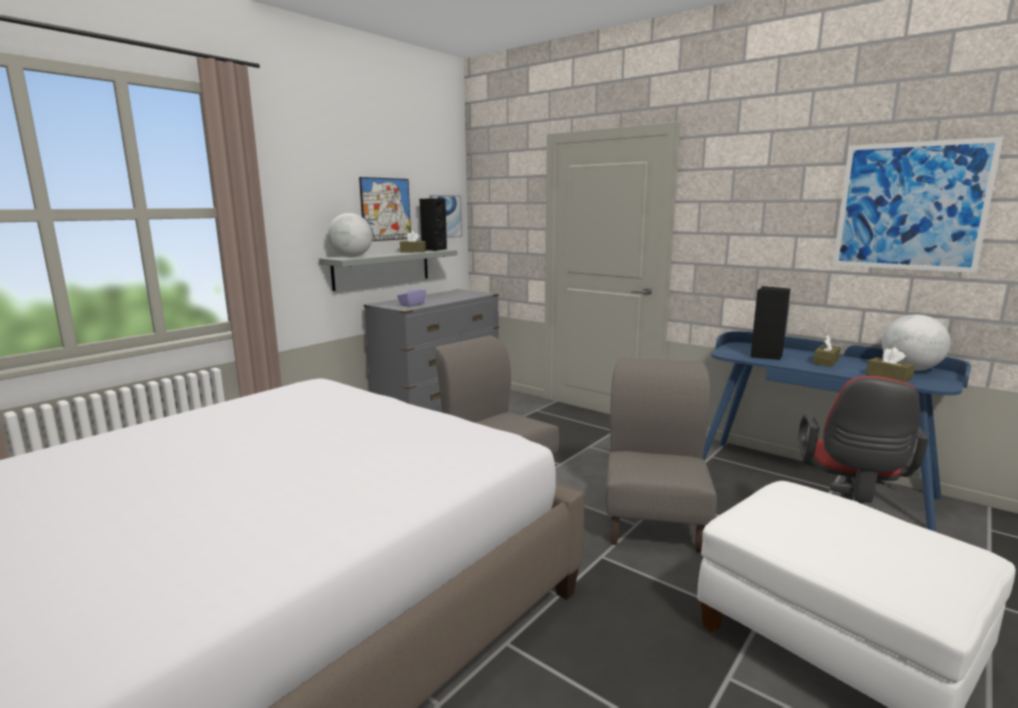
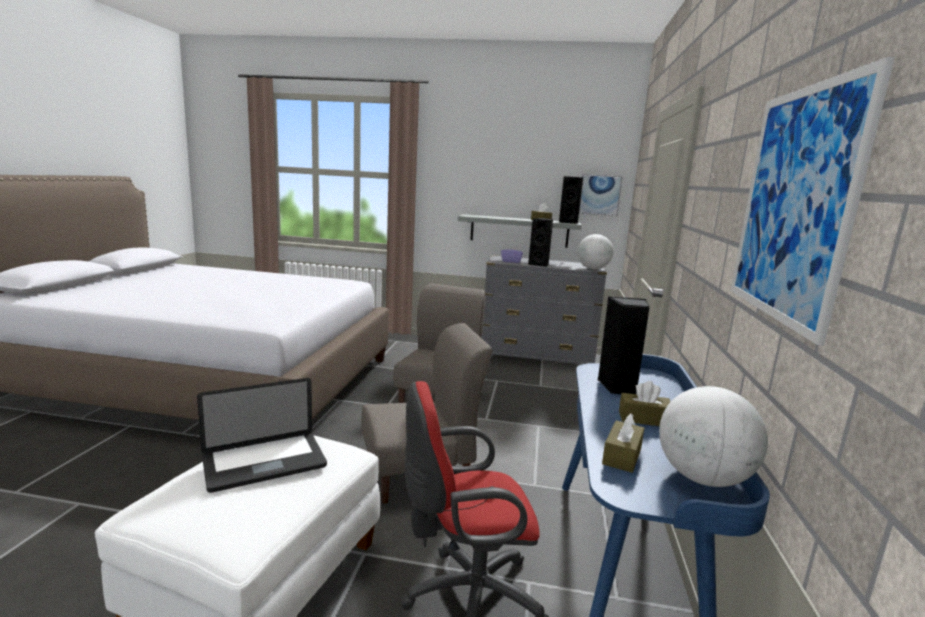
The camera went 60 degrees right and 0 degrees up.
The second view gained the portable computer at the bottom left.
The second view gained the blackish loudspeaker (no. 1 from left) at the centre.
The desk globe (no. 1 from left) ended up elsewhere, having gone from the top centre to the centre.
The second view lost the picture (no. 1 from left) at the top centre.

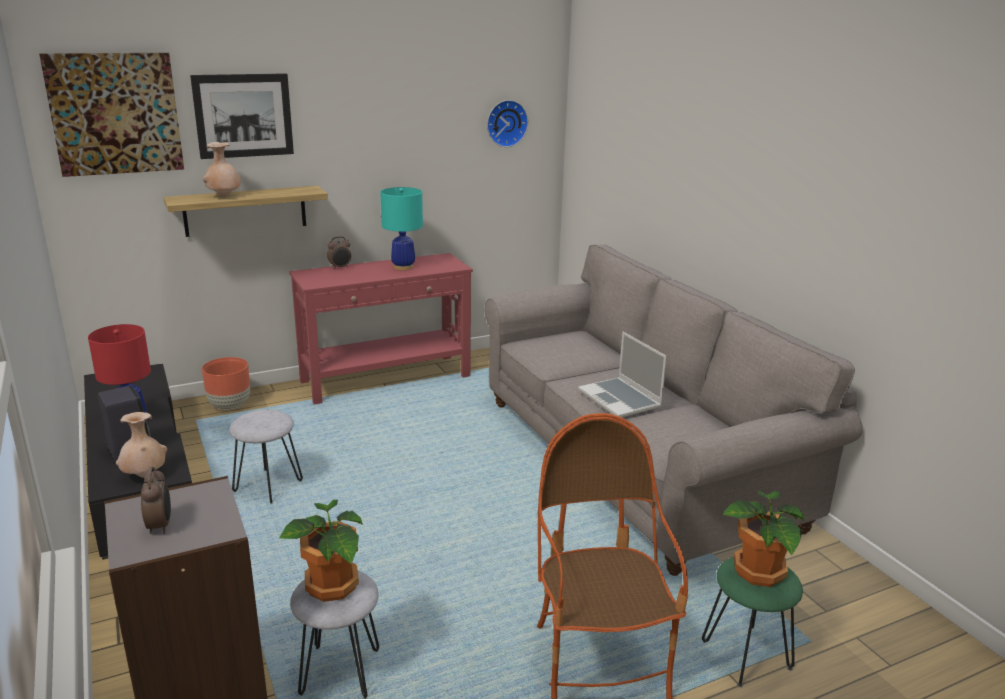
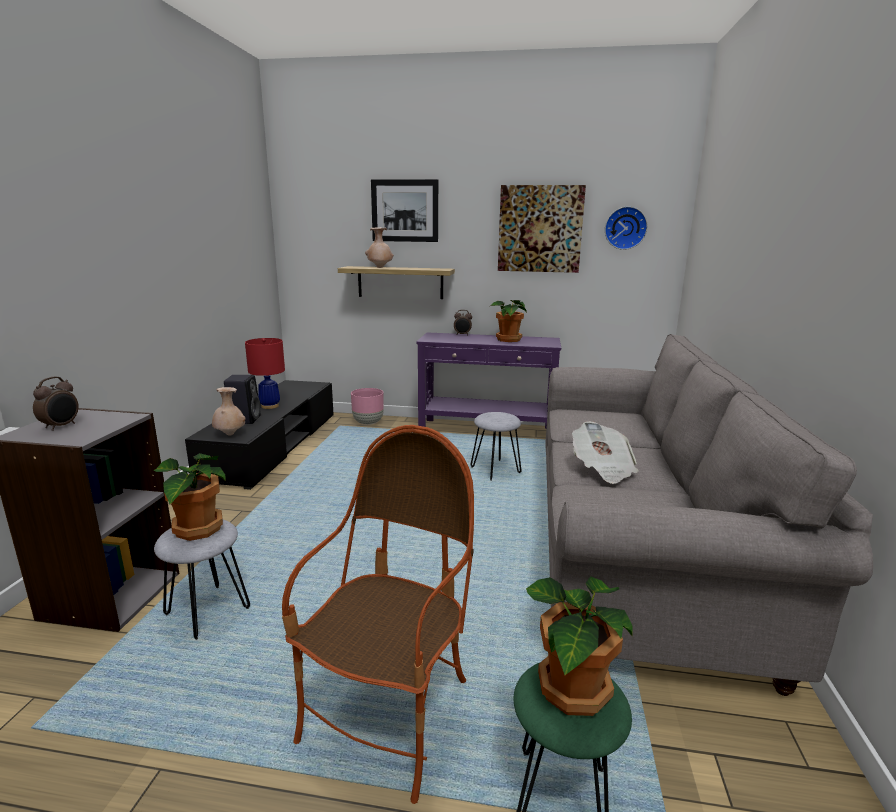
The camera went 35 degrees right and 5 degrees down.
What was the brown planter at the middle left turned into the pink-coloured planter at the centre.
What was the red hall table at the centre turned into the purple-coloured hall table at the centre.
The grey stool seat (no. 1 from left in the first image) ended up elsewhere, having gone from the middle left to the centre.
Where the turquoise-coloured table lamp stood at the top centre, the plant in a pot (no. 2 from left) came to stand at the centre.
The picture (no. 1 from left in the first image) ended up elsewhere, having gone from the top left to the top centre.
Where the portable computer stood at the centre, the newspaper came to stand at the middle right.

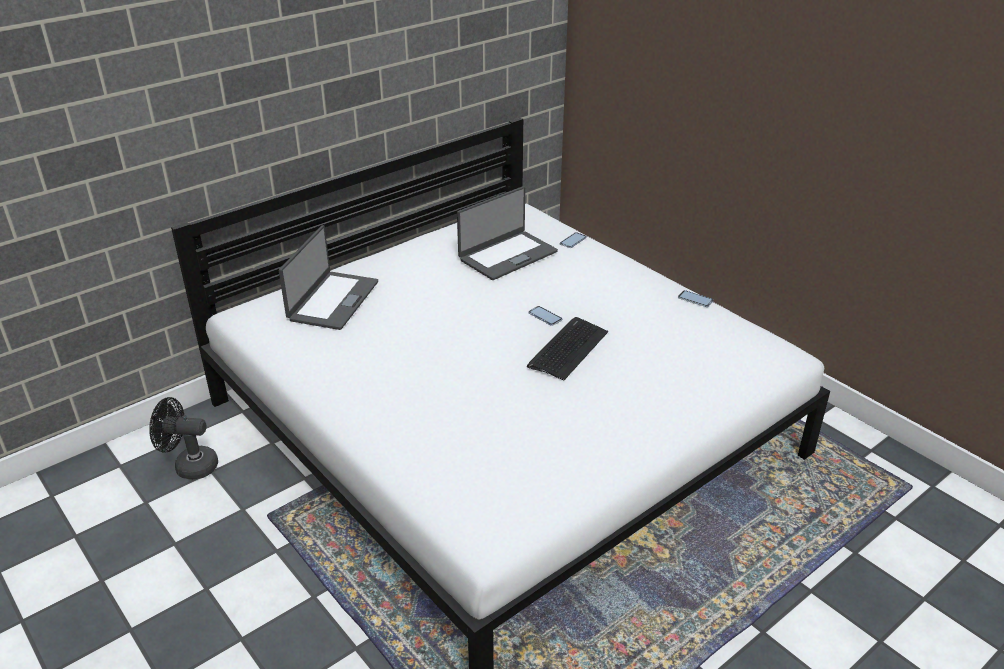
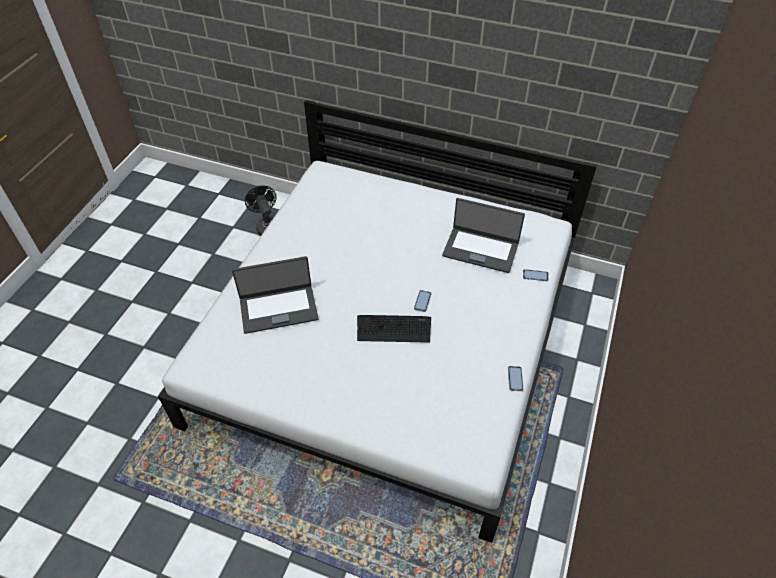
The camera went 60 degrees right and 15 degrees up.
The portable computer (no. 1 from left) ended up elsewhere, having gone from the middle left to the centre.

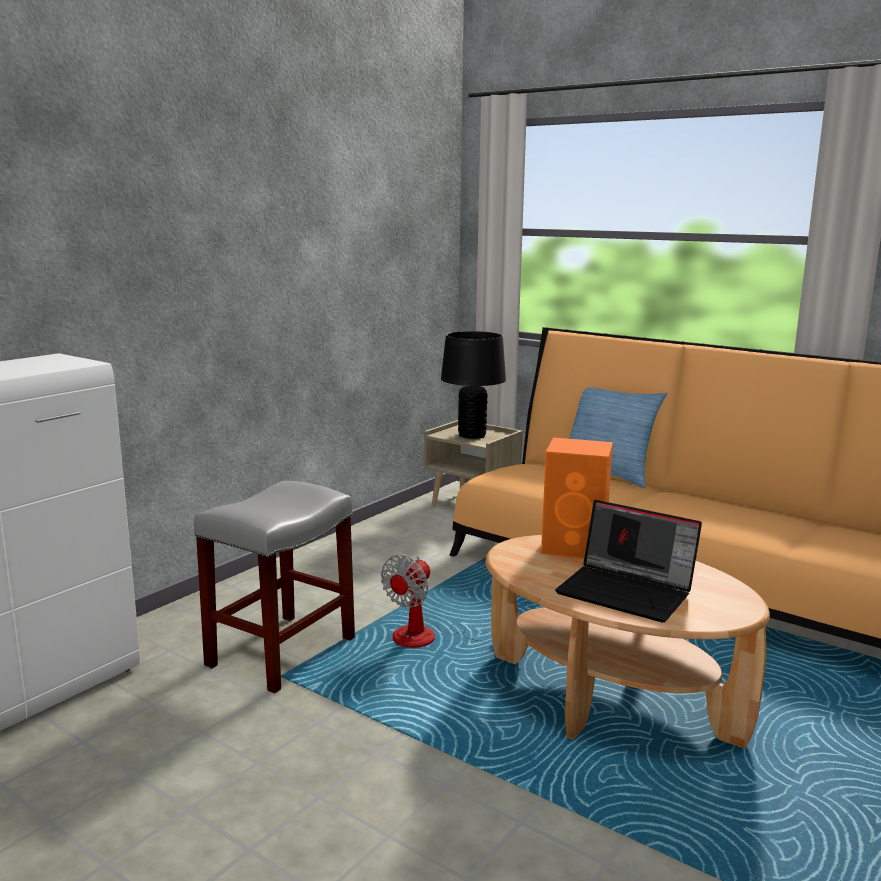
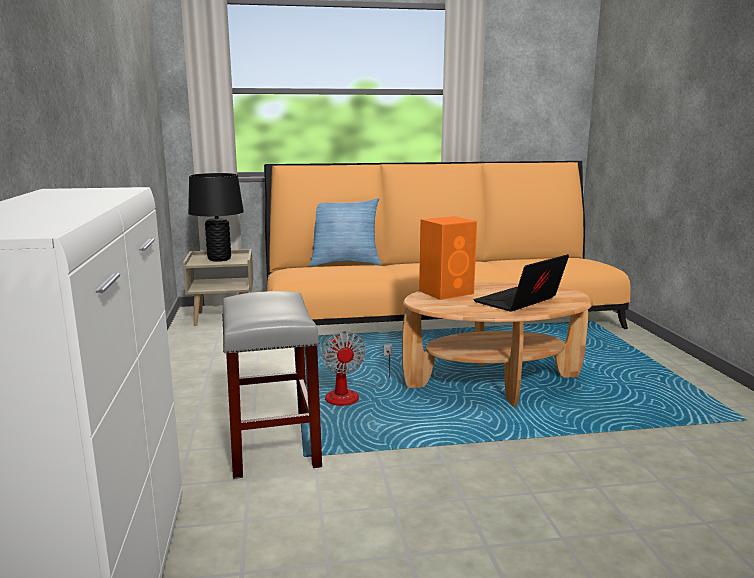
The camera went 45 degrees left and 0 degrees up.
The portable computer at the middle right ended up facing another way, 150 degrees clockwise from before.

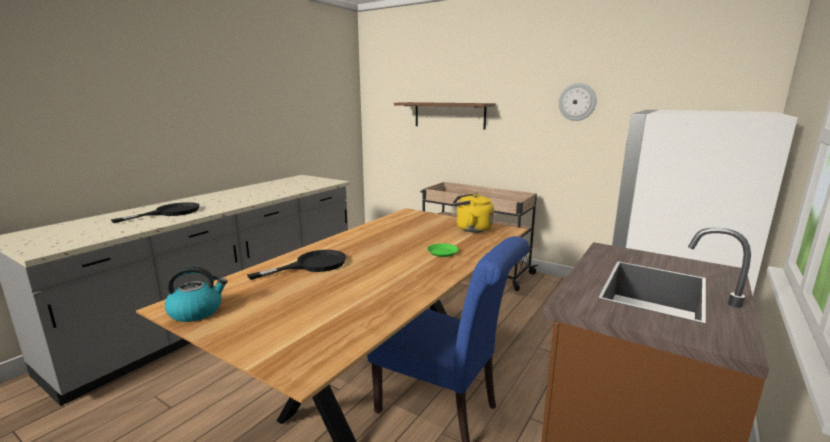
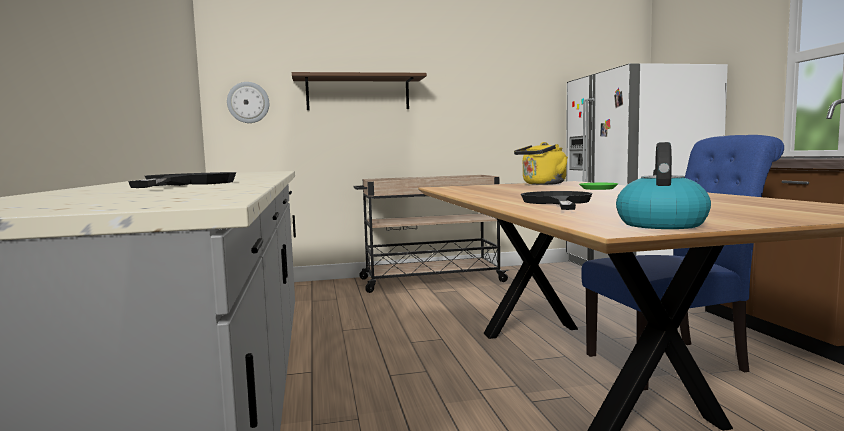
The camera went 45 degrees left and 10 degrees down.
The hanging clock ended up elsewhere, having gone from the top right to the top left.

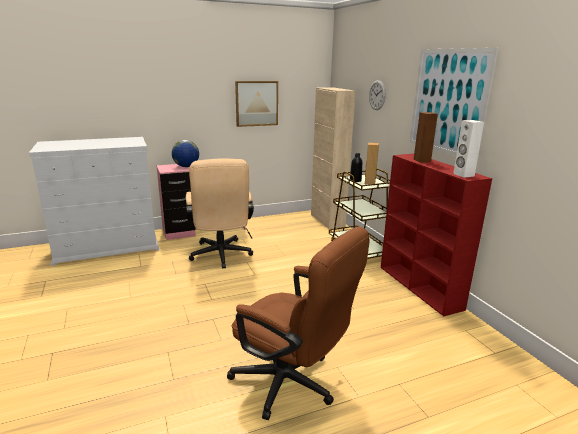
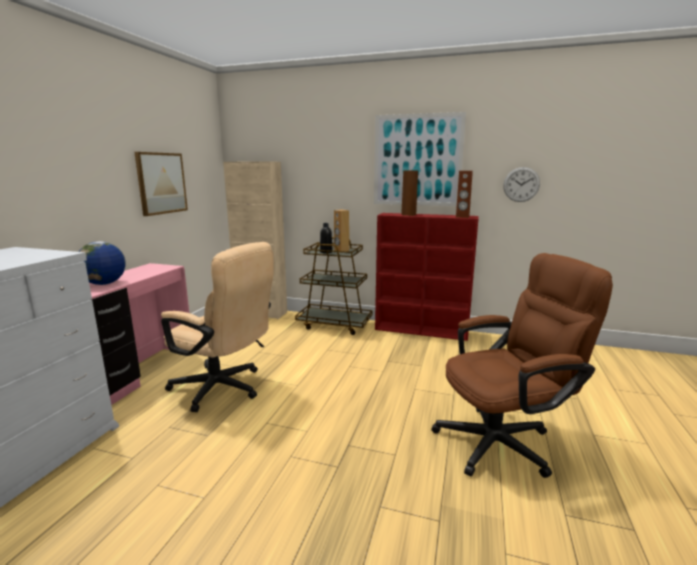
The camera went 50 degrees left and 5 degrees down.
What was the white-coloured loudspeaker at the middle right turned into the brown loudspeaker (no. 3 from left) at the centre.
The hanging clock ended up elsewhere, having gone from the top centre to the top right.

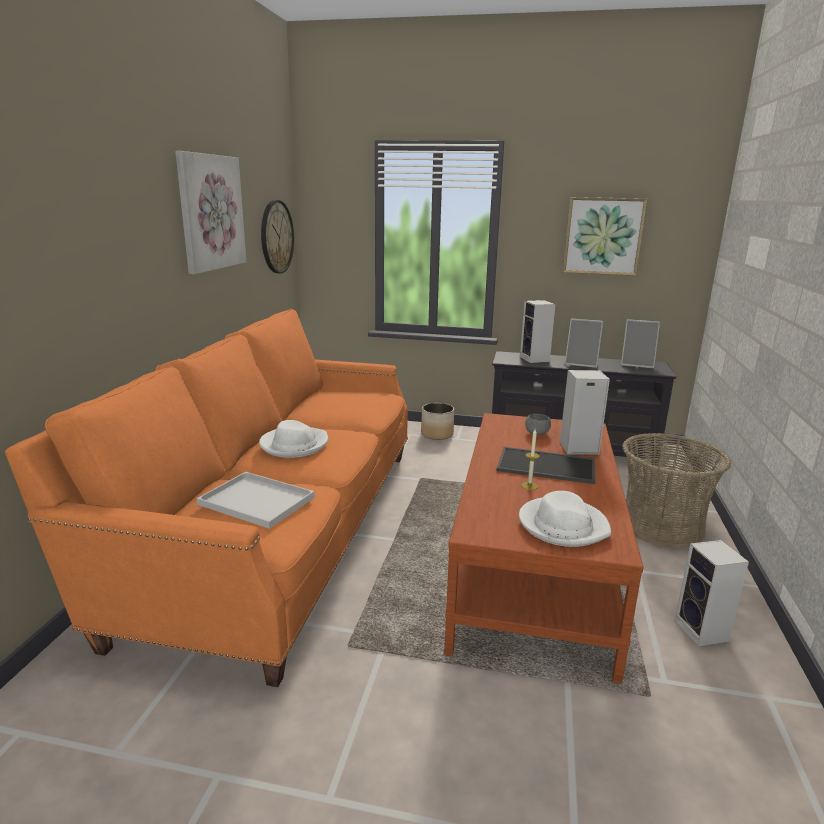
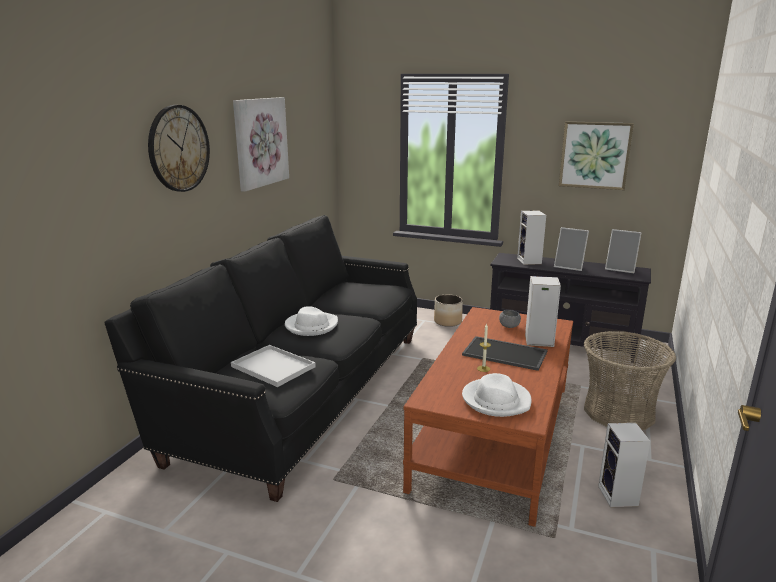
The camera went 10 degrees right and 0 degrees up.
What was the orange-coloured couch at the middle left turned into the blackish couch at the centre.
The hanging clock ended up elsewhere, having gone from the top centre to the top left.

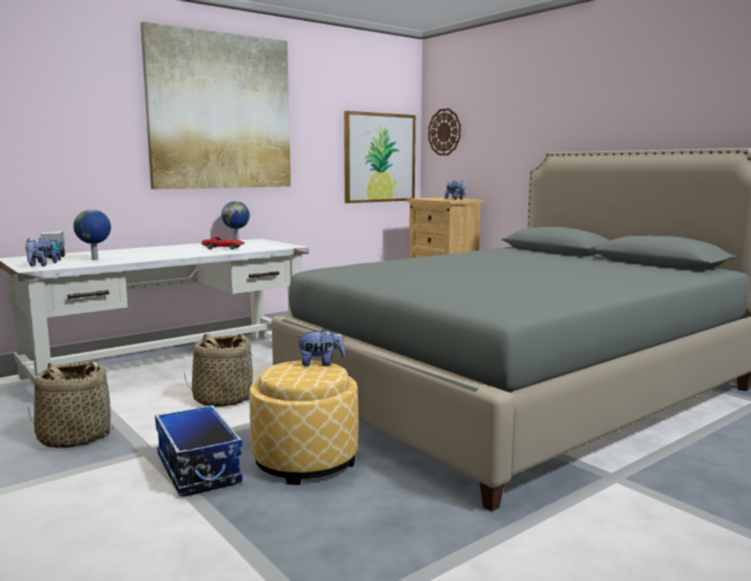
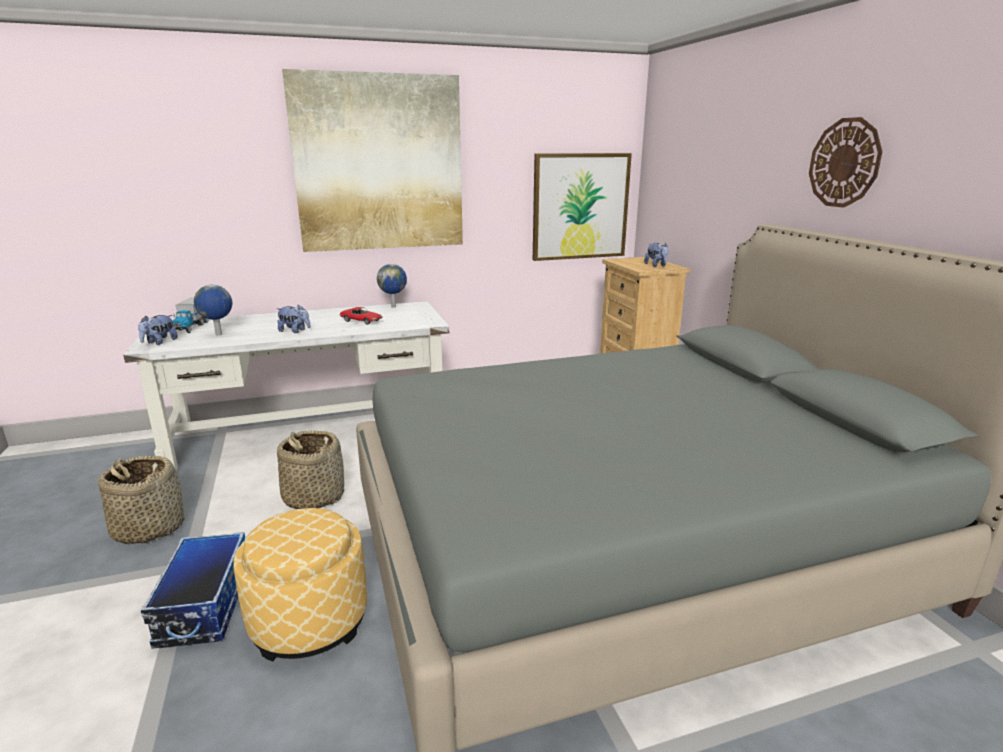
The camera went 20 degrees right and 10 degrees up.
The cuddly toy (no. 2 from left) ended up elsewhere, having gone from the centre to the middle left.
The hanging clock ended up elsewhere, having gone from the top centre to the top right.

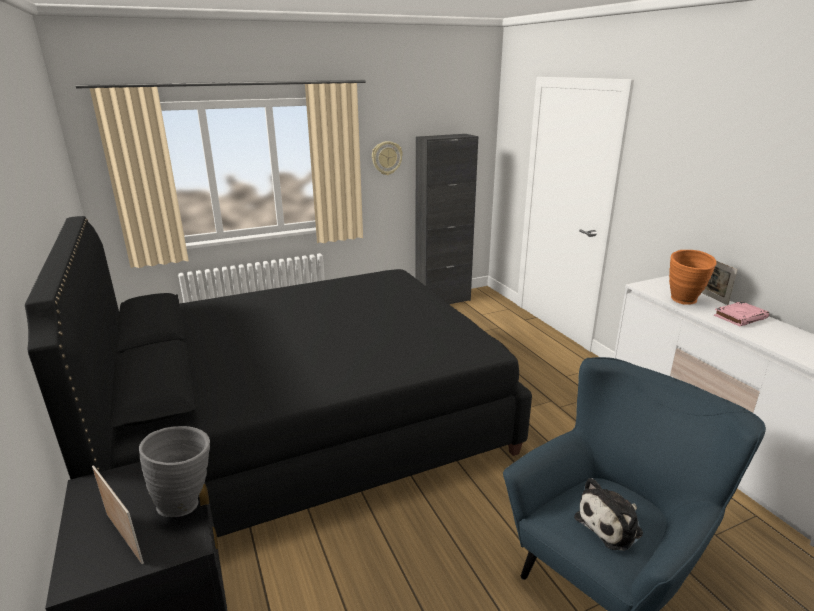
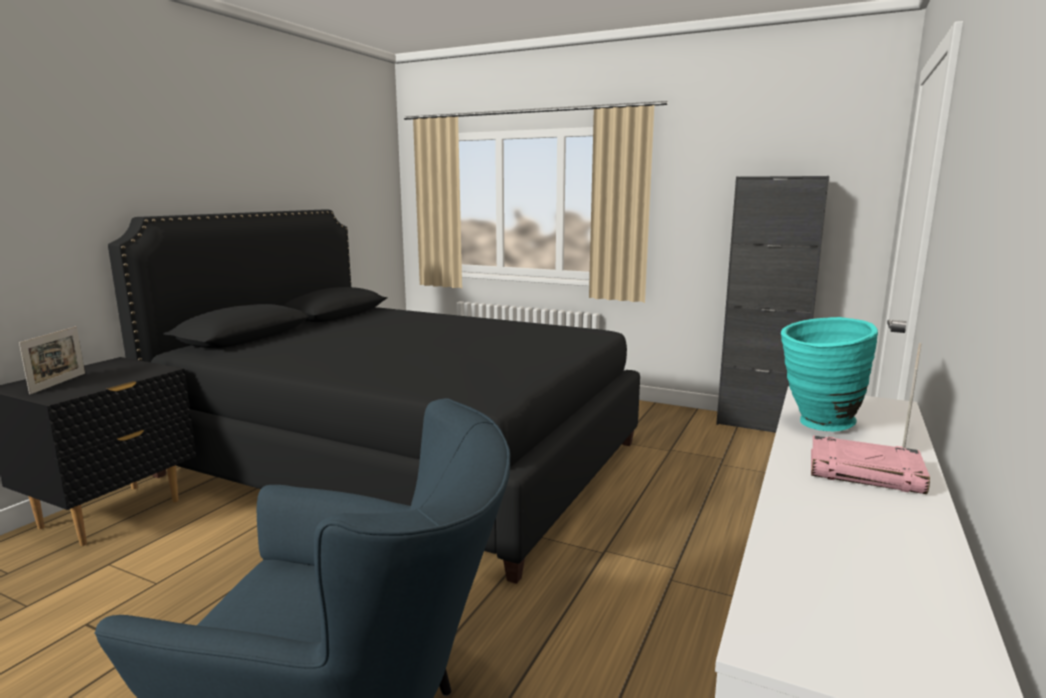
The camera went 50 degrees right and 10 degrees down.
What was the orange-coloured decorative vase at the middle right turned into the turquoise-coloured decorative vase at the middle right.
The second view lost the grey decorative vase at the bottom left.
The second view lost the hanging clock at the top centre.
The second view lost the cuddly toy at the bottom right.

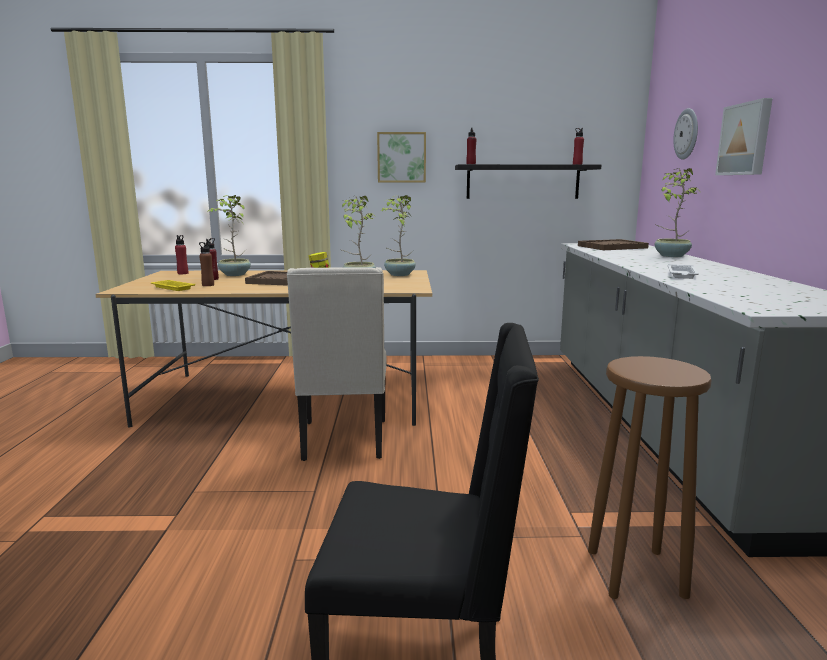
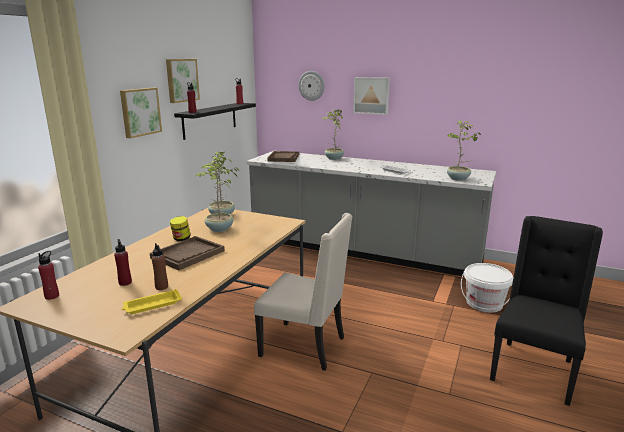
The camera went 65 degrees left and 5 degrees up.
The second view gained the picture (no. 2 from left) at the top left.
The plant in a pot (no. 1 from left in the first image) ended up elsewhere, having gone from the middle left to the middle right.
Where the brown stool seat stood at the bottom right, the white-coloured water bucket came to stand at the bottom right.

